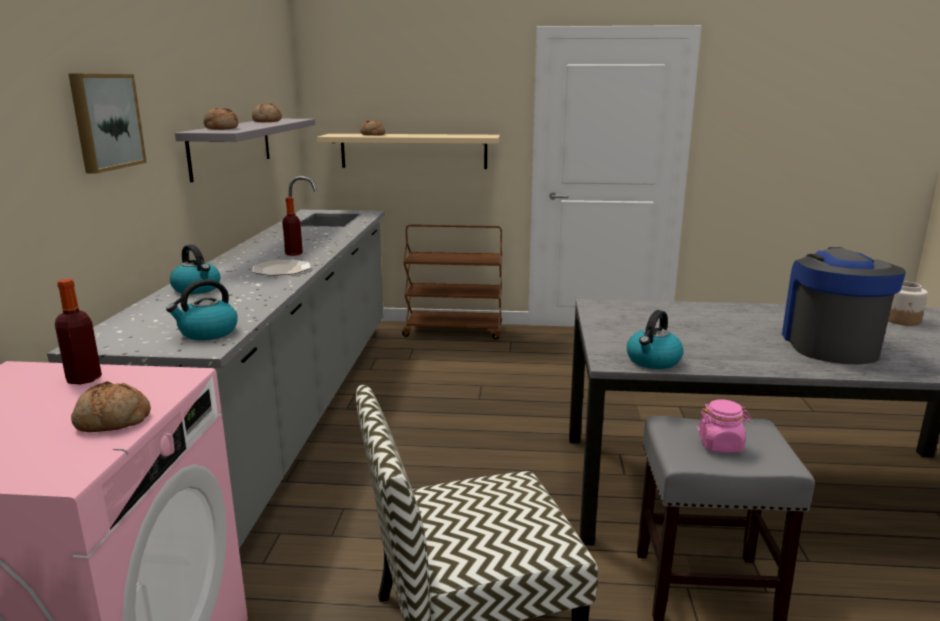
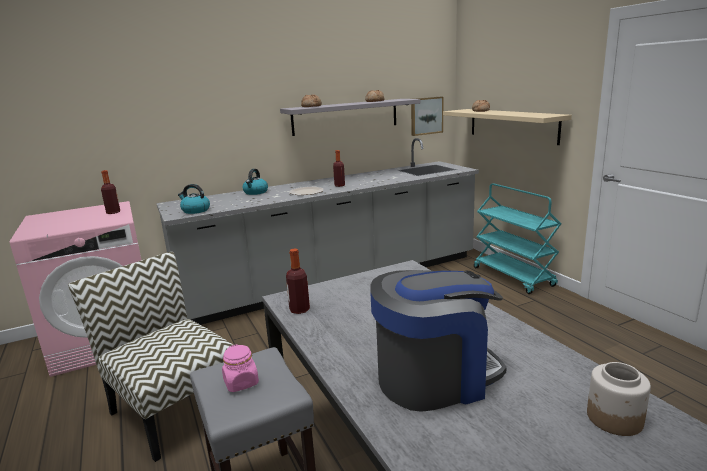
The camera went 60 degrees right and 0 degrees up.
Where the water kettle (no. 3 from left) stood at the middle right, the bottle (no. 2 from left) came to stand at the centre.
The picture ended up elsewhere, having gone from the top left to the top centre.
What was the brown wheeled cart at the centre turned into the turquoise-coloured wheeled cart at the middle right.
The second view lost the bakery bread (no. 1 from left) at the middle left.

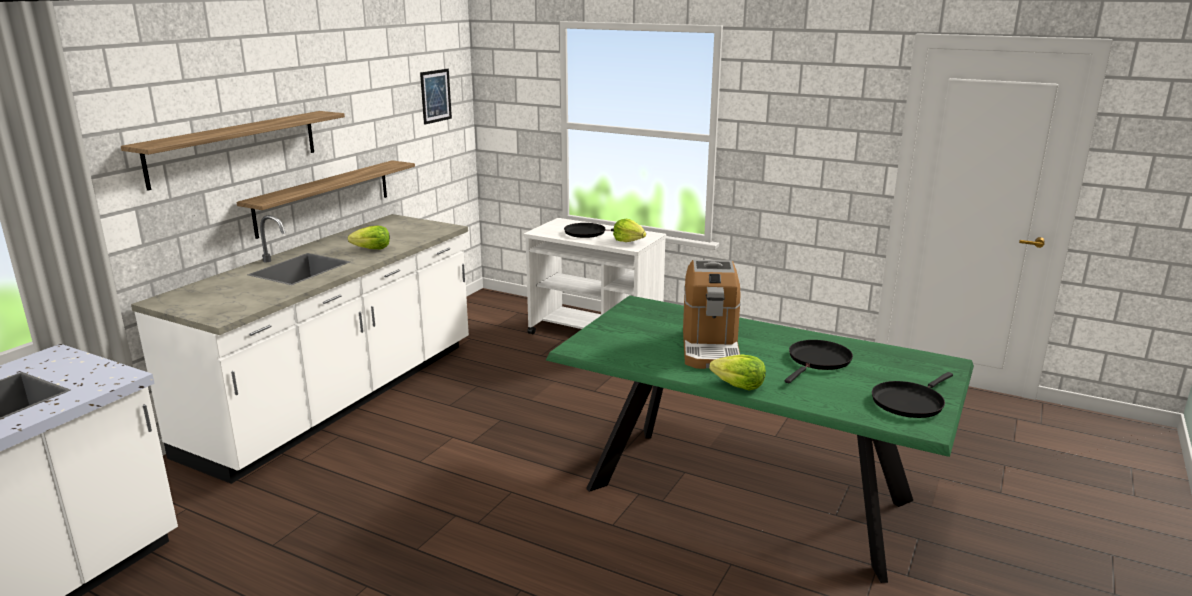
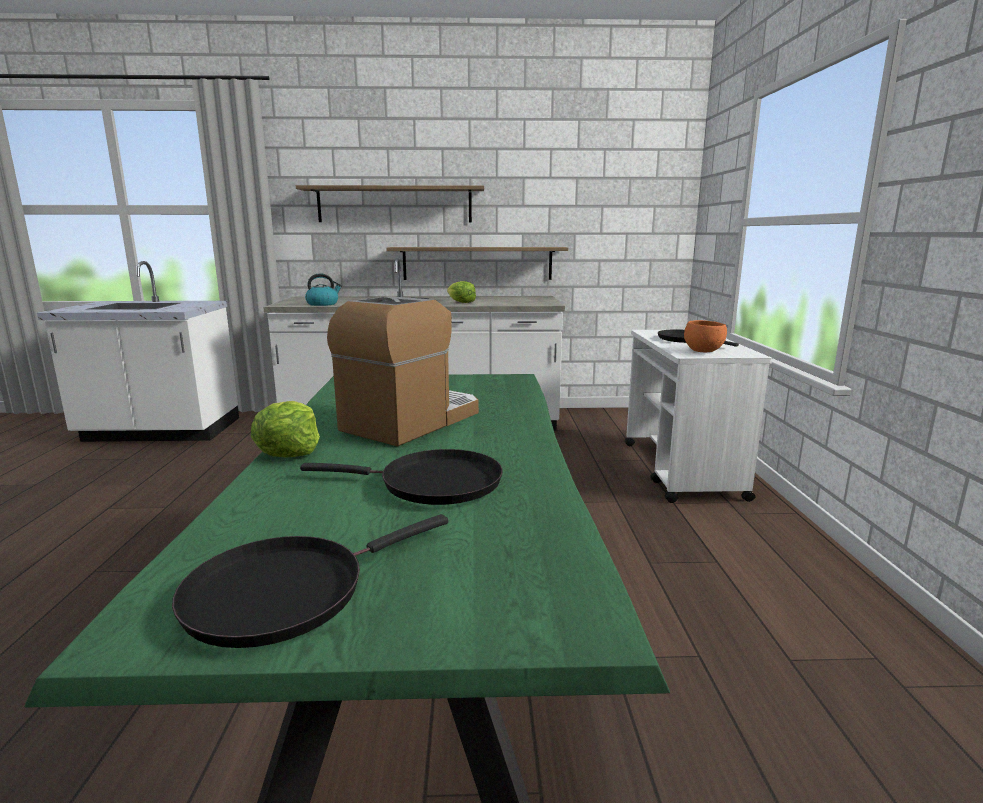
The camera went 60 degrees right and 5 degrees down.
The blackish skillet (no. 3 from left in the first image) at the middle right ended up facing another way, 60 degrees counterclockwise from before.
The second view gained the water kettle at the middle left.
The coffee maker at the centre ended up facing another way, 150 degrees clockwise from before.
Where the head of lettuce (no. 2 from left) stood at the centre, the orange-coloured serving bowl came to stand at the middle right.
The second view lost the picture at the top centre.

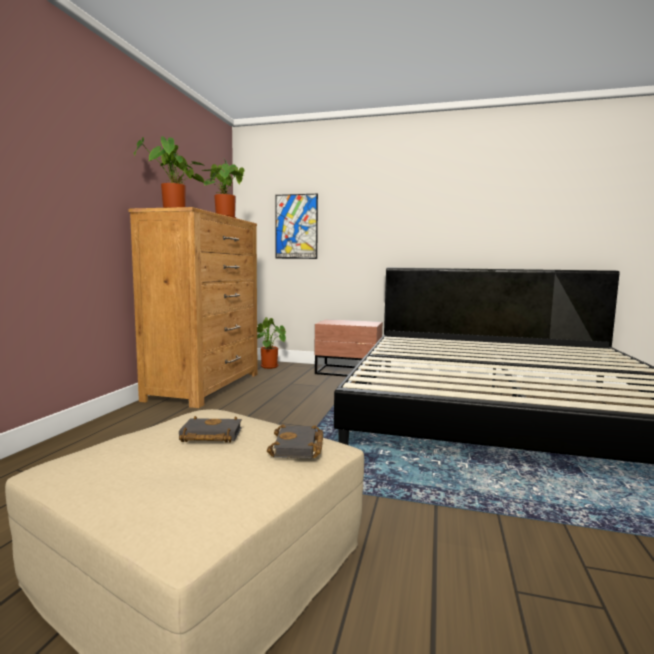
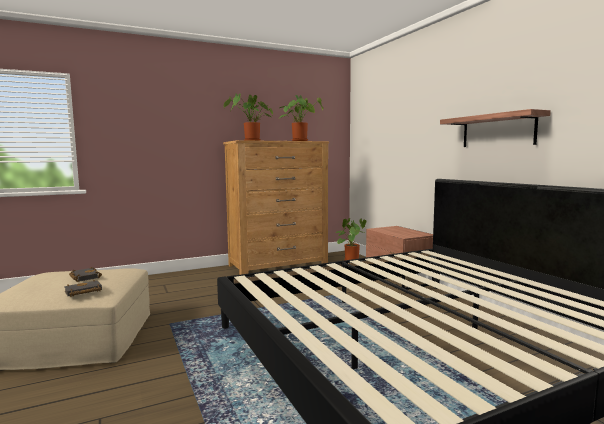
The camera went 50 degrees right and 0 degrees up.
The second view gained the bracket shelf at the top right.
The second view lost the picture at the centre.

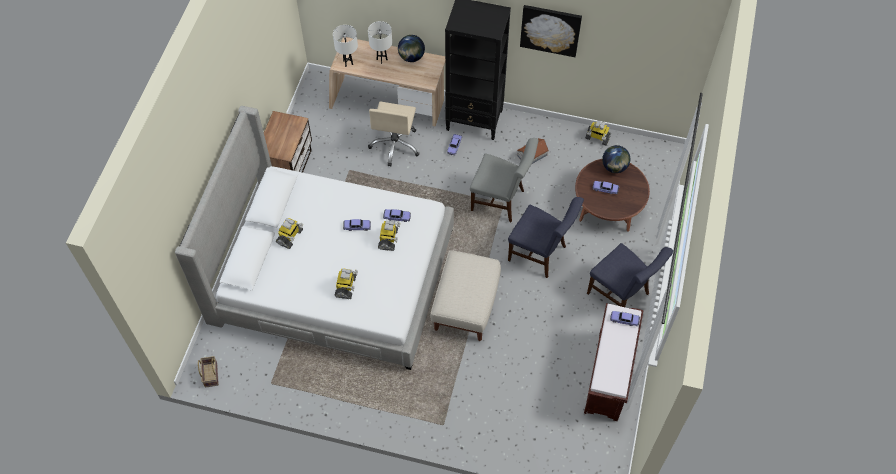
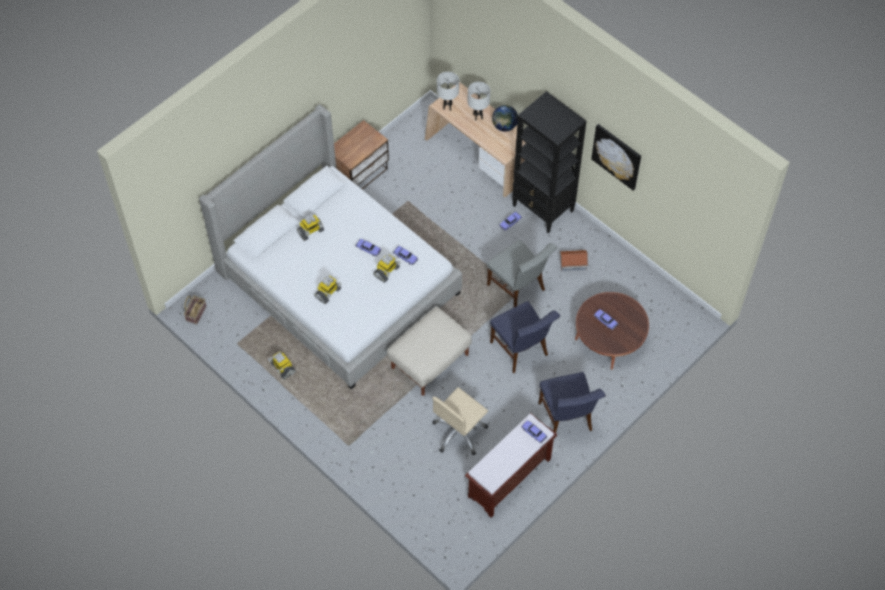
The camera went 30 degrees right and 0 degrees up.
The model robot (no. 4 from left in the first image) ended up elsewhere, having gone from the top right to the middle left.
The beige-coloured computer chair ended up elsewhere, having gone from the top centre to the bottom centre.
The second view lost the desk globe (no. 2 from left) at the middle right.

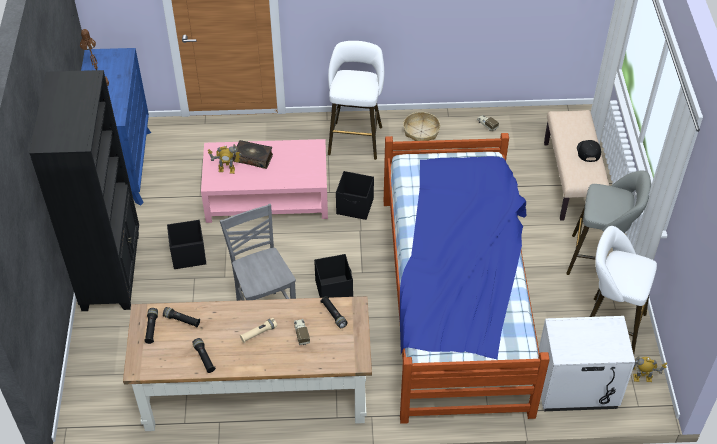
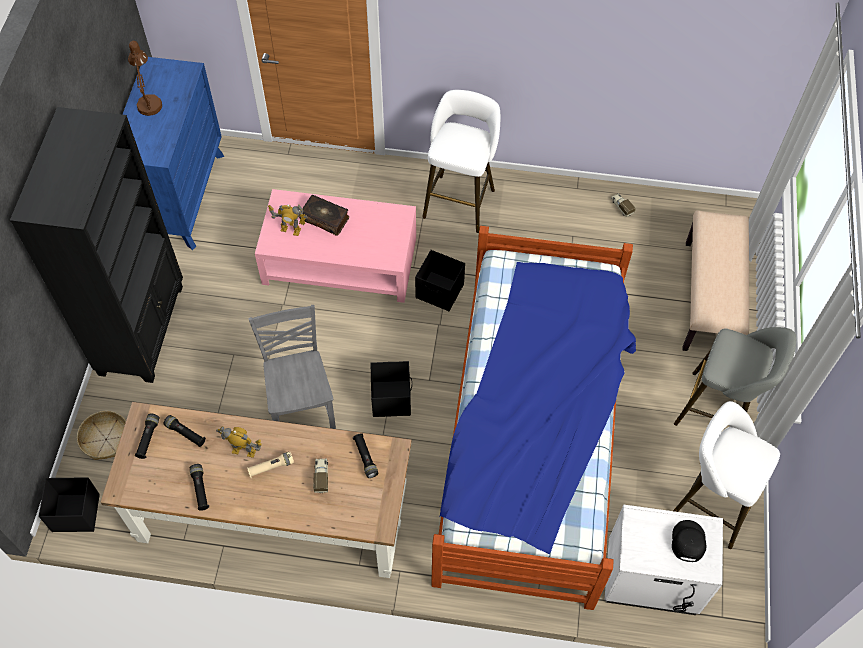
The camera went 10 degrees right and 10 degrees up.
The blackish storage bin (no. 1 from left) ended up elsewhere, having gone from the middle left to the bottom left.
The storage basket ended up elsewhere, having gone from the top centre to the bottom left.
The model robot (no. 2 from left in the first image) ended up elsewhere, having gone from the bottom right to the bottom left.
The blackish baseball cap ended up elsewhere, having gone from the middle right to the bottom right.

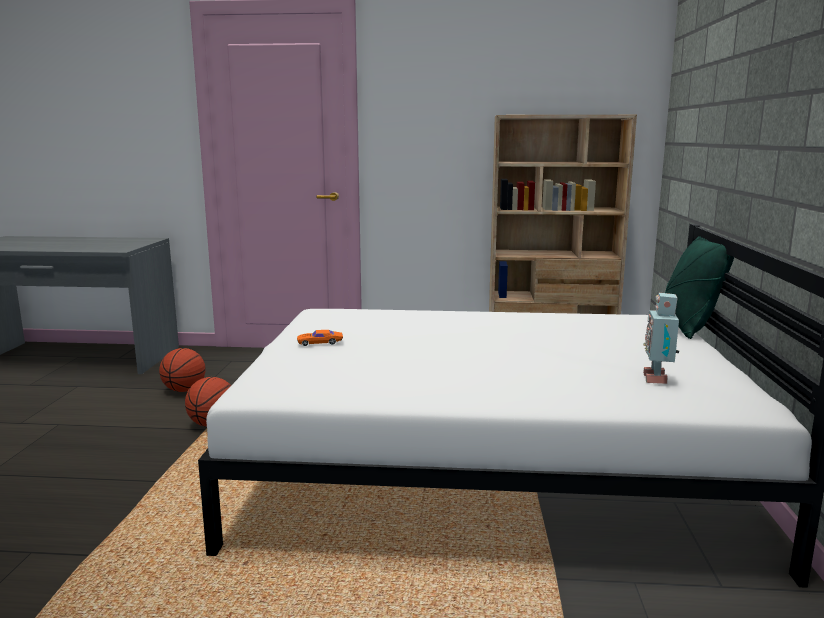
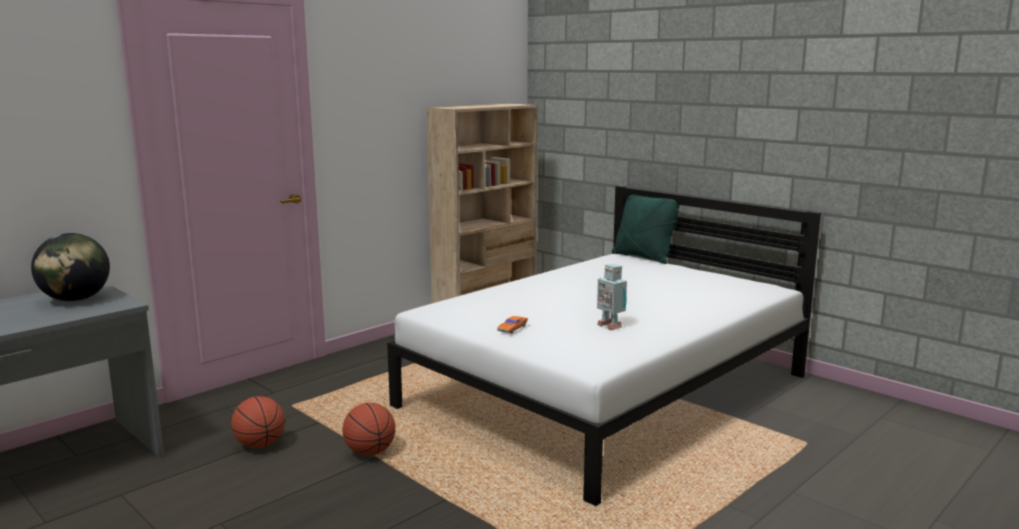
The camera went 50 degrees left and 0 degrees up.
The second view gained the desk globe at the middle left.
The model robot ended up elsewhere, having gone from the middle right to the centre.

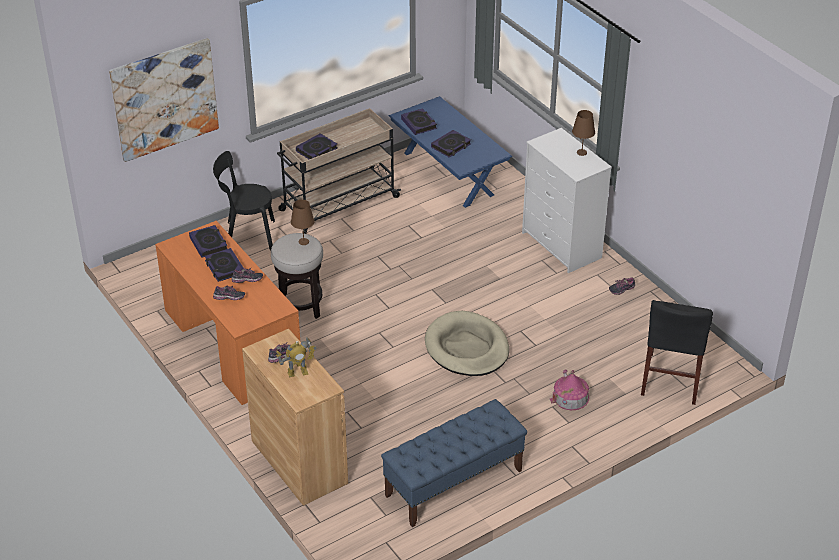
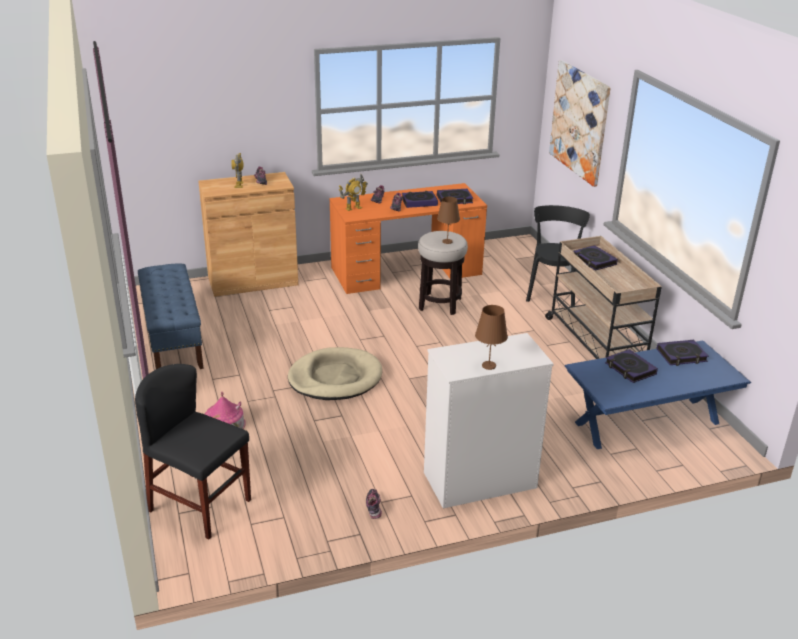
The camera went 105 degrees right and 10 degrees down.
The second view gained the model robot (no. 2 from left) at the top centre.

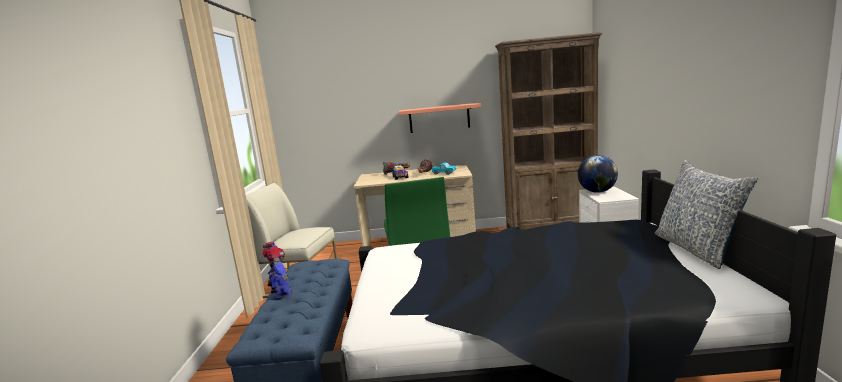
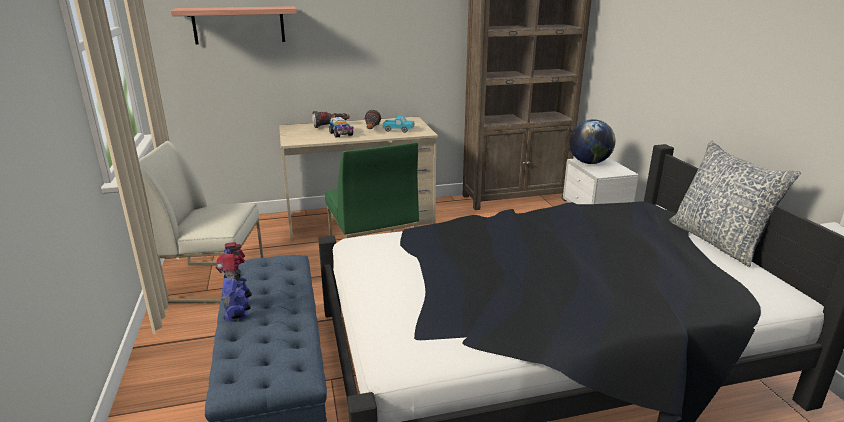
The camera went 15 degrees left and 10 degrees up.
The bracket shelf ended up elsewhere, having gone from the top centre to the top left.
The model robot at the bottom left ended up facing another way, 150 degrees counterclockwise from before.

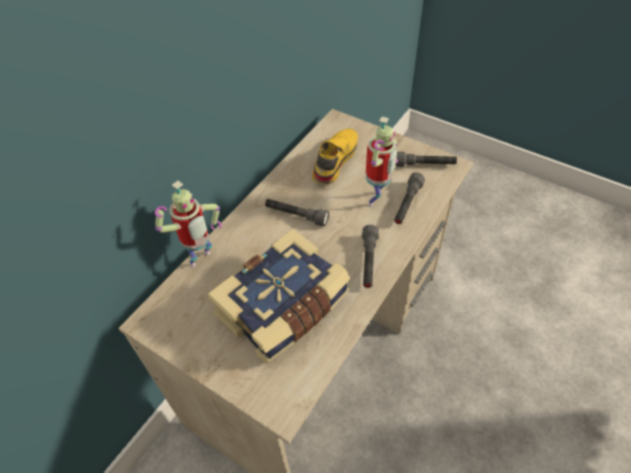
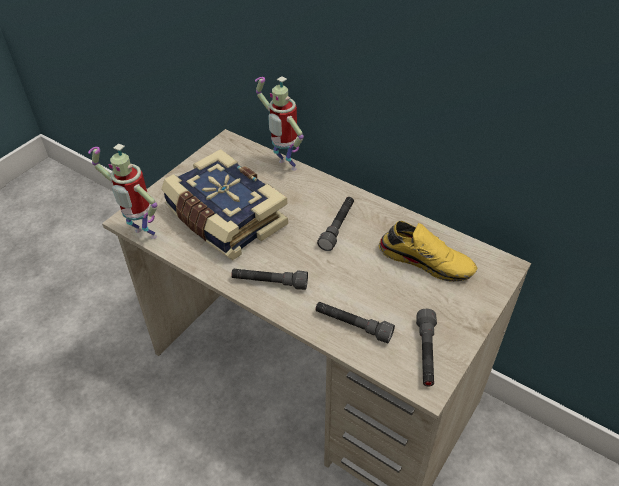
The camera went 90 degrees right and 5 degrees down.
The model robot (no. 2 from left in the first image) ended up elsewhere, having gone from the centre to the middle left.

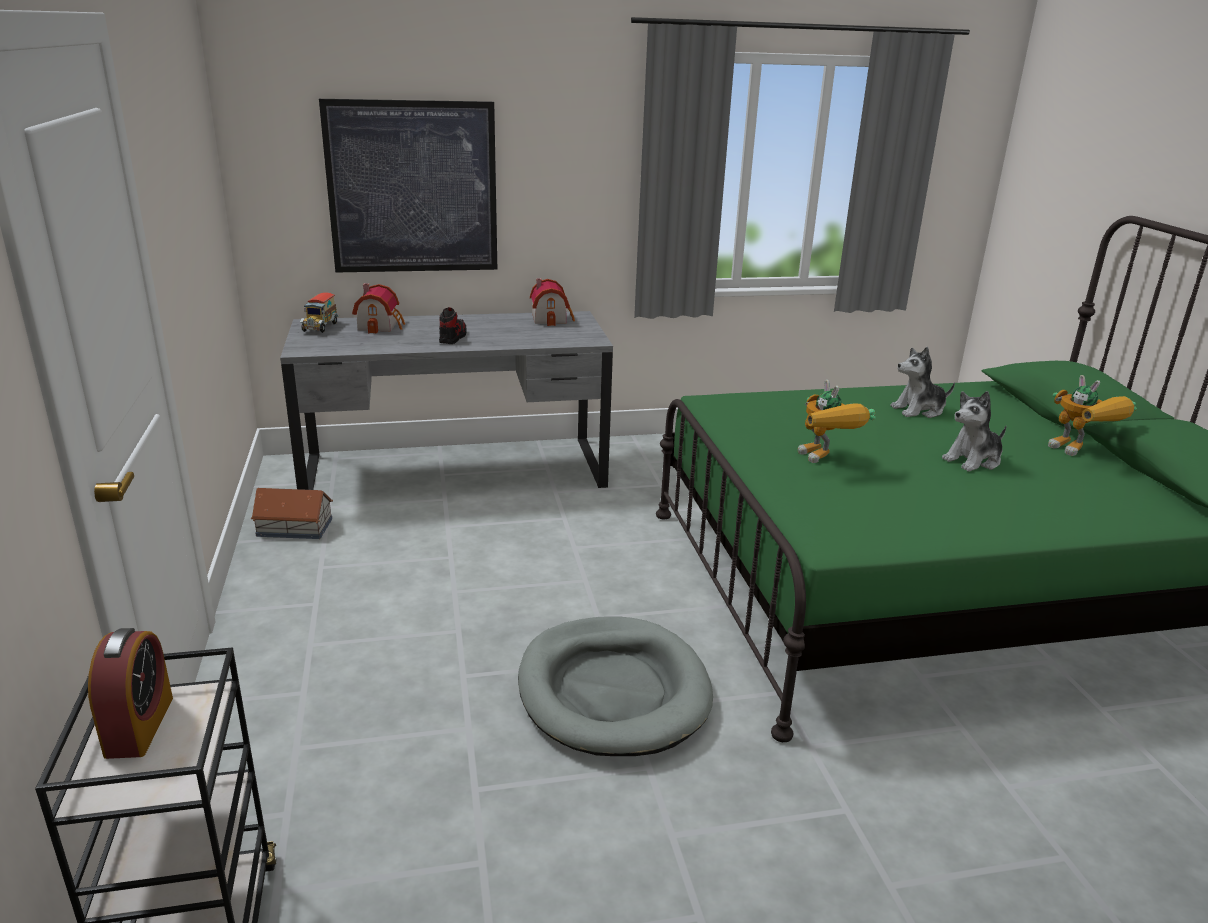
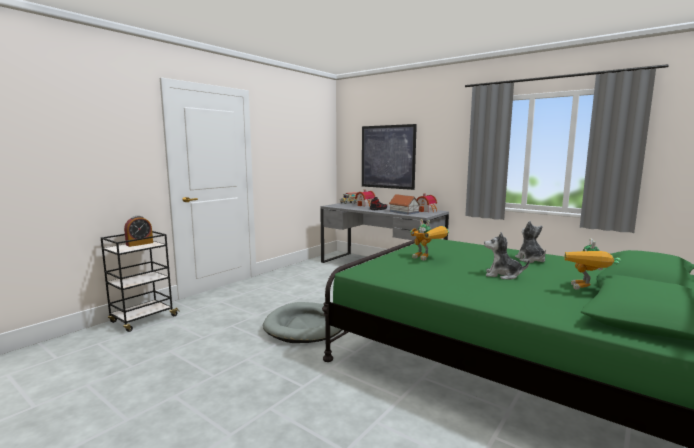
The camera went 50 degrees right and 15 degrees down.
The toy house (no. 1 from left in the first image) ended up elsewhere, having gone from the middle left to the centre.
The model robot (no. 1 from left) at the middle right ended up facing another way, 75 degrees counterclockwise from before.
The cuddly toy (no. 1 from left in the first image) at the middle right ended up facing another way, 45 degrees clockwise from before.

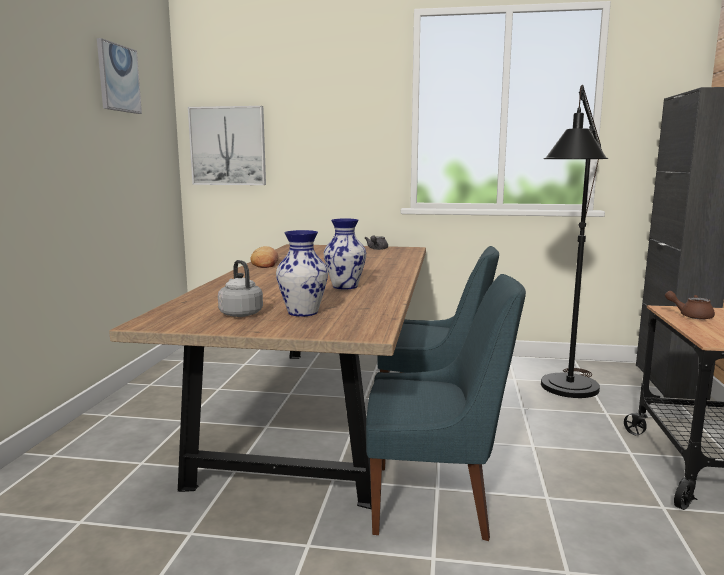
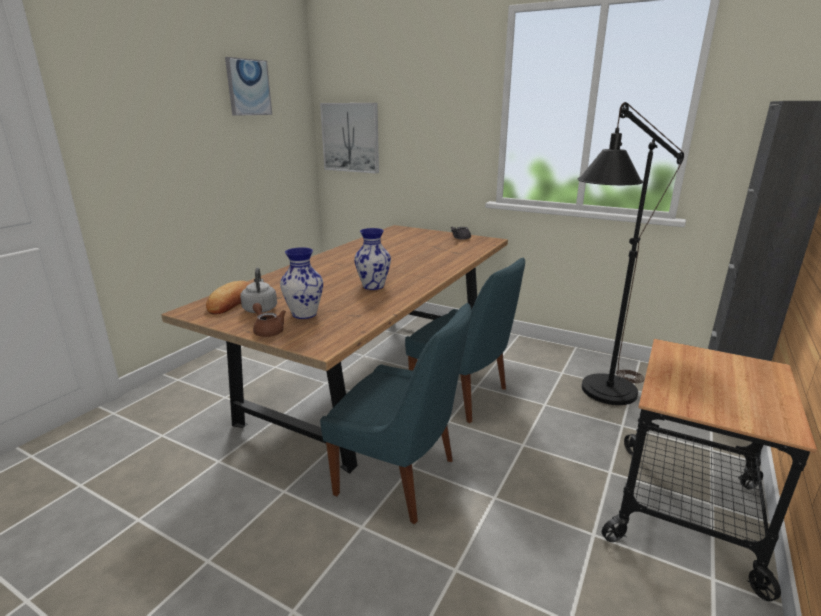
The camera went 20 degrees right and 10 degrees up.
The bakery bread ended up elsewhere, having gone from the centre to the middle left.
The brown tea pot ended up elsewhere, having gone from the middle right to the middle left.

